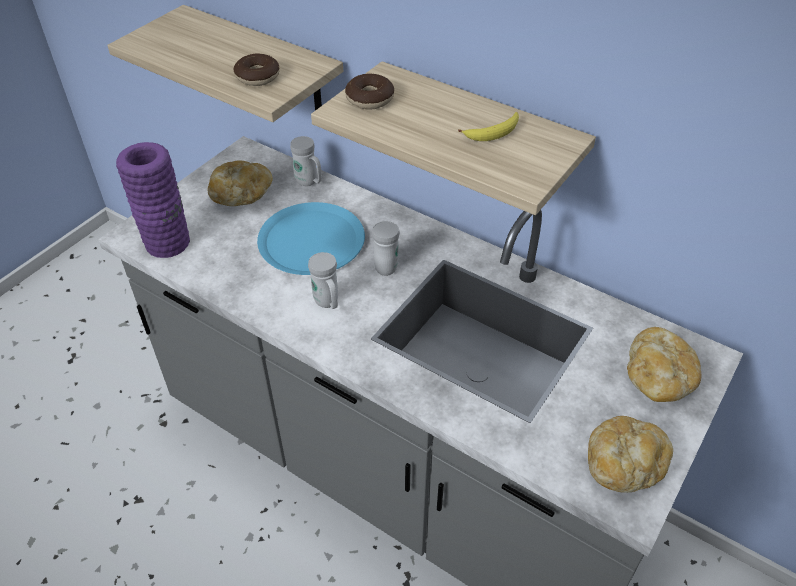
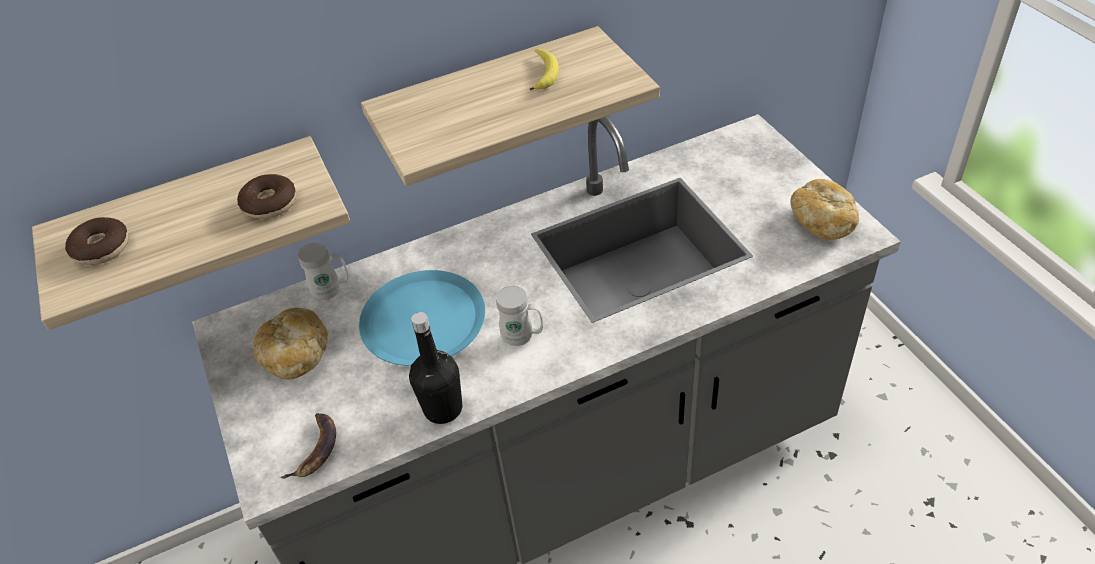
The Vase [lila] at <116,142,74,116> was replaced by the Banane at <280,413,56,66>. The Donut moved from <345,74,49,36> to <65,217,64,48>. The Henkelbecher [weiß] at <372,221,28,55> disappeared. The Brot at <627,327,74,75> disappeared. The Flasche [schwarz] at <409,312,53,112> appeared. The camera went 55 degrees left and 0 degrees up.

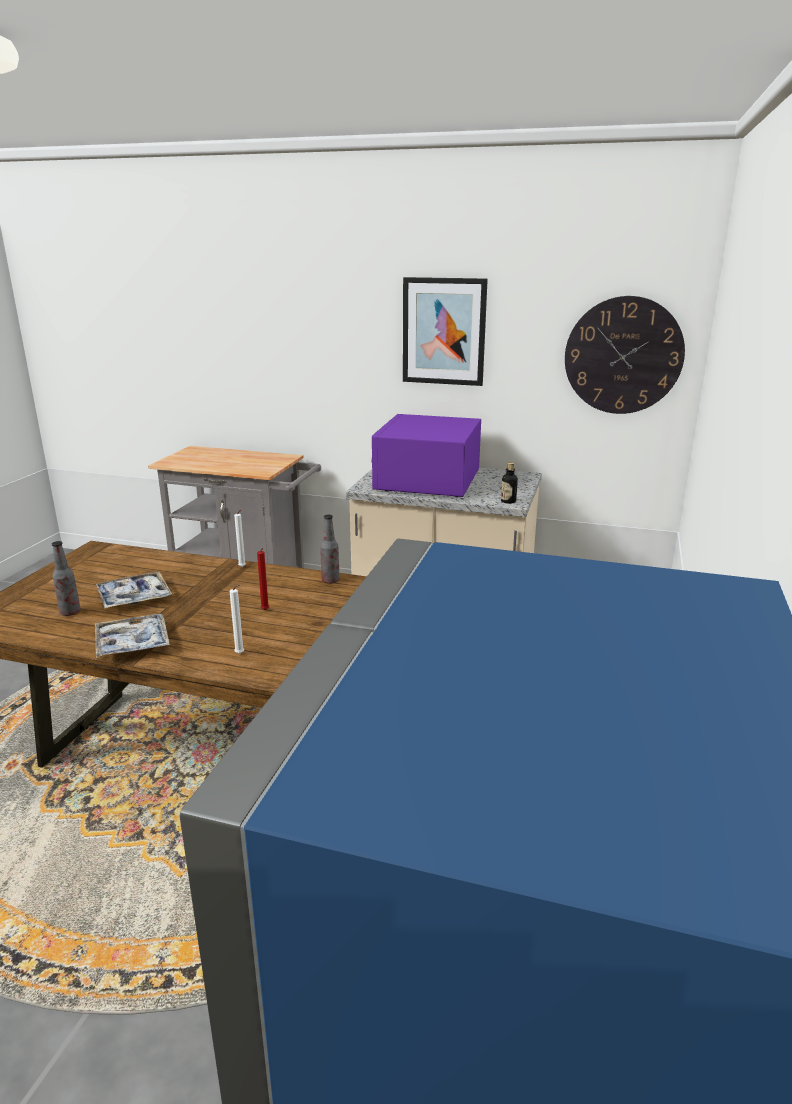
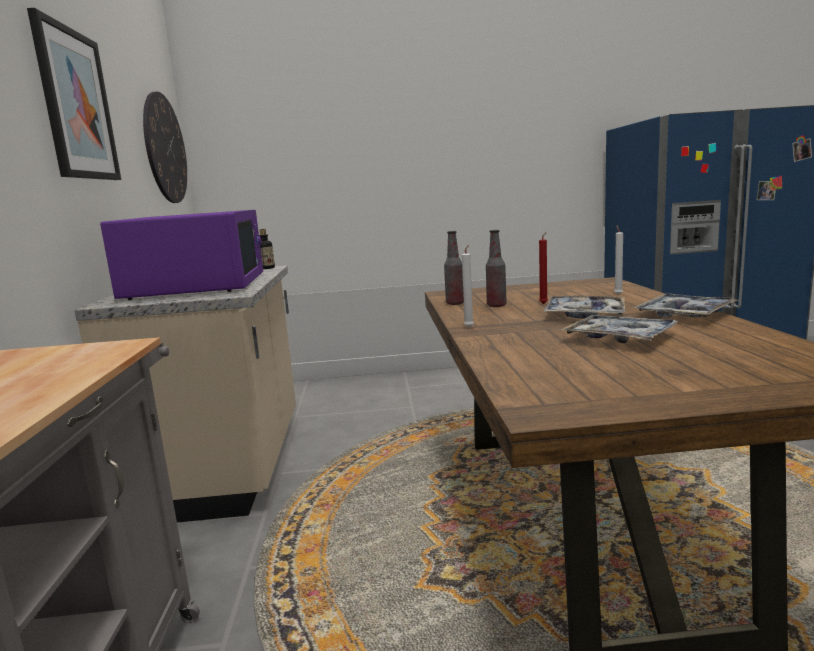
The Flasche moved from <52,541,29,75> to <486,230,21,77>. The Mikrowelle [lila] at <371,414,110,83> turned 90 degrees counterclockwise. The Tablett at <544,295,81,23> appeared. The camera went 110 degrees left and 10 degrees down.

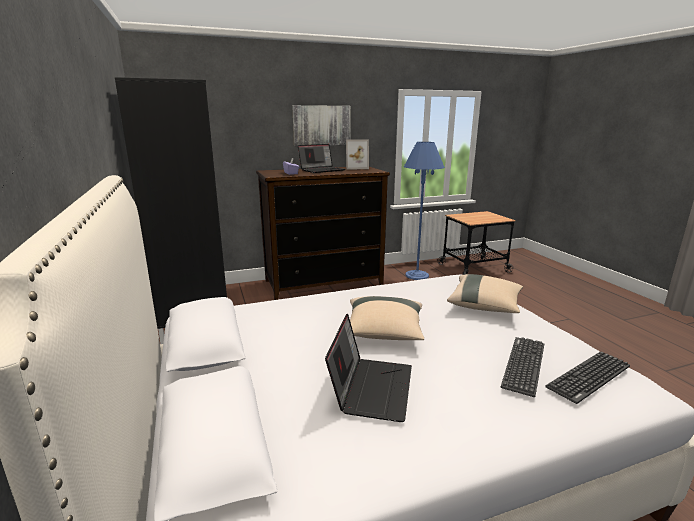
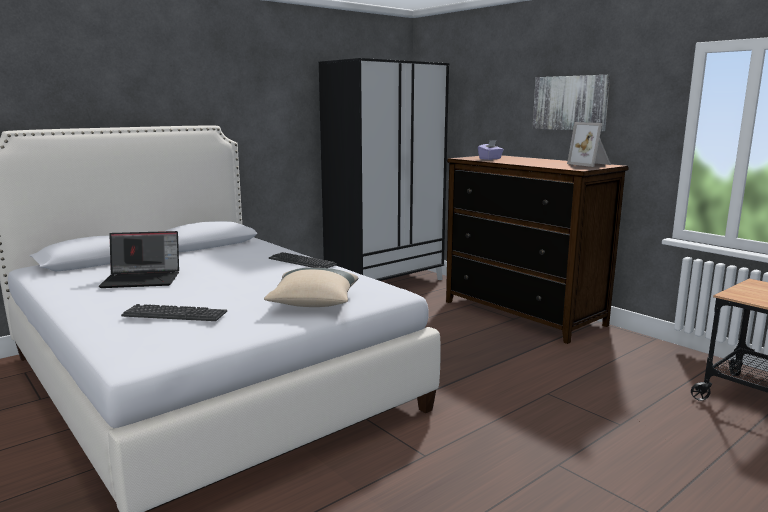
The Laptop at <298,144,47,29> disappeared. The Kissen [beige] at <350,296,74,44> disappeared. The Stehlampe [blau] at <404,142,41,138> disappeared. The Tastatur moved from <545,351,85,53> to <269,252,68,16>. The camera went 70 degrees right and 5 degrees down.

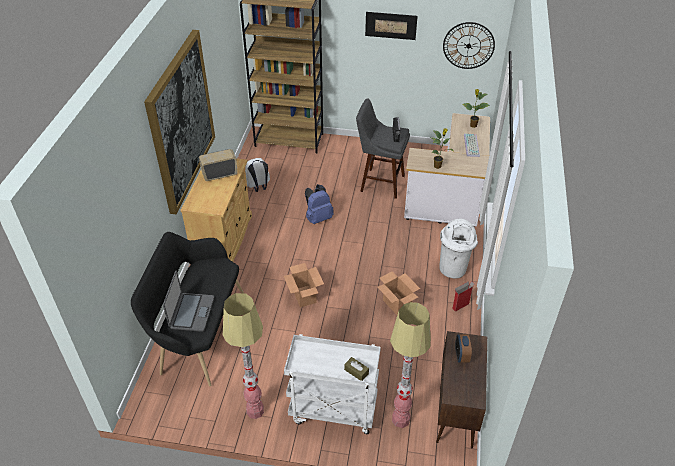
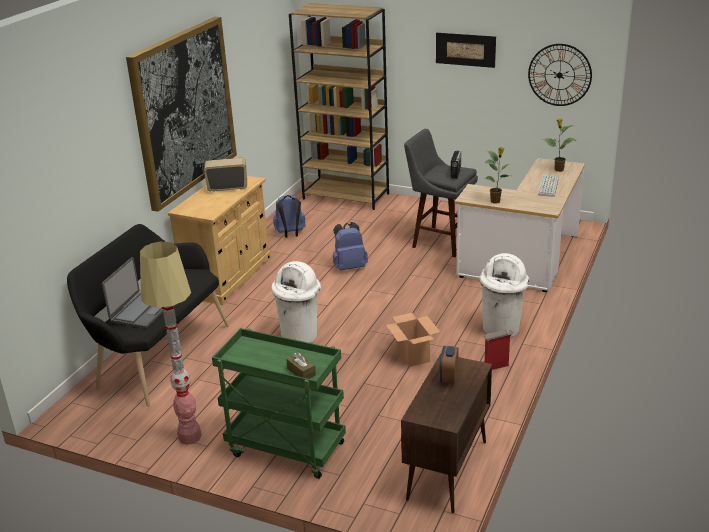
The Rucksack [weiß] at <245,158,25,34> became the Rucksack [blau] at <273,195,33,43>. The Karton at <284,263,40,44> was replaced by the Mülleimer [weiß] at <271,261,50,82>. The Rollwagen [weiß] at <284,334,97,100> became the Rollwagen [grün] at <212,328,134,151>. The Stehlampe at <390,302,41,126> disappeared. The camera went 15 degrees right and 15 degrees down.

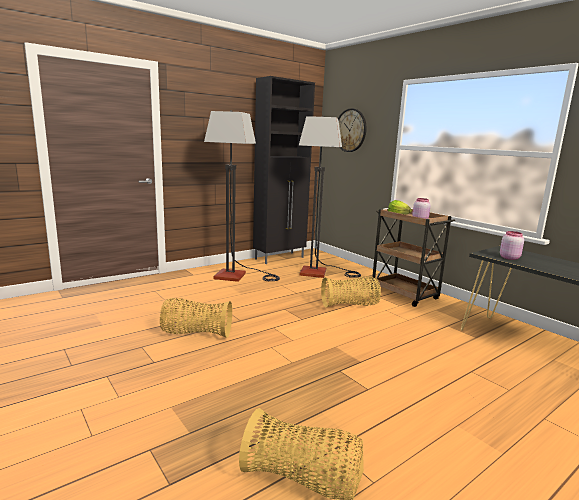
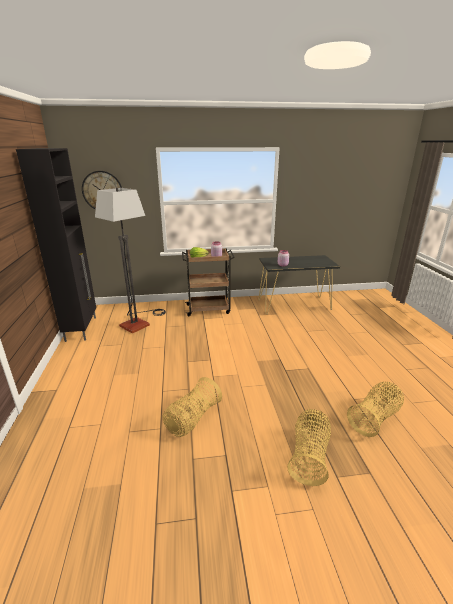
The Stehlampe at <204,110,76,172> disappeared. The Korb moved from <321,276,60,32> to <287,409,44,77>. The camera went 60 degrees left and 10 degrees up.

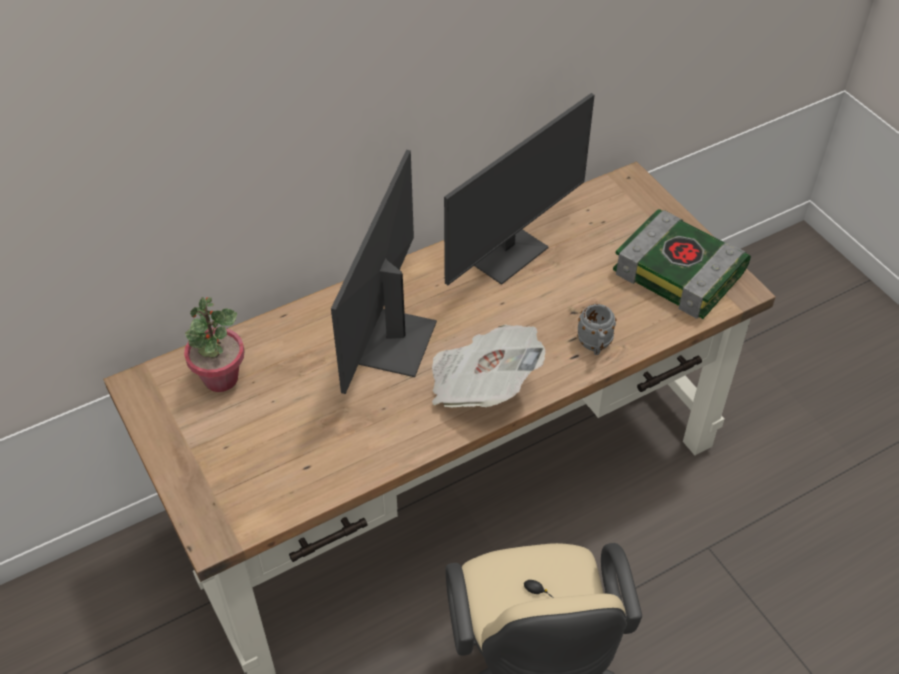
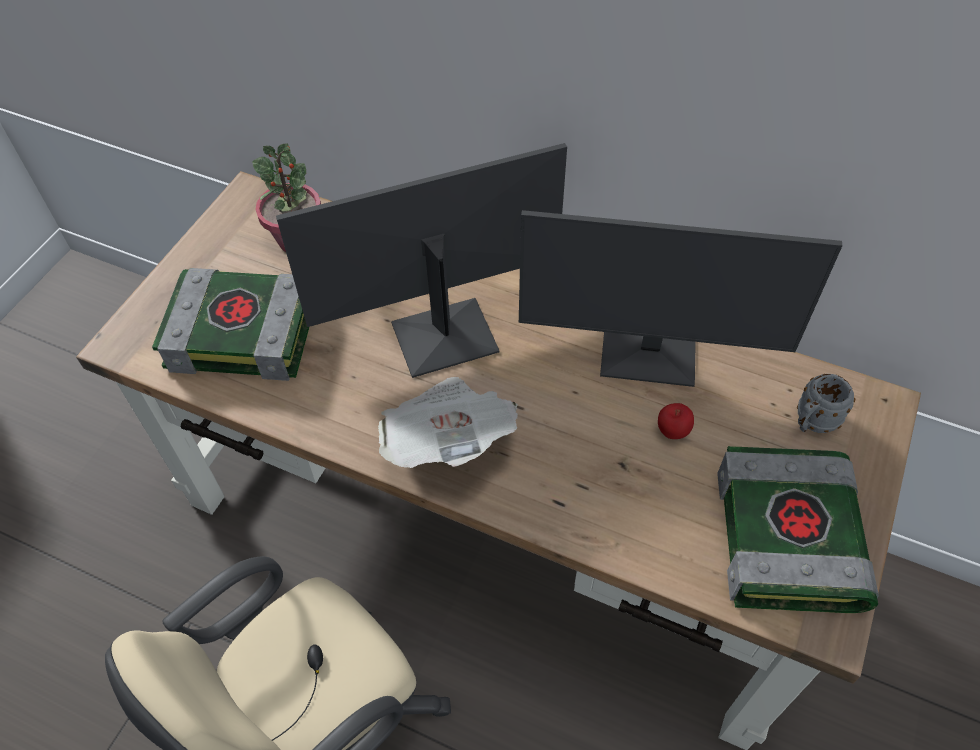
The Henkelbecher [grau] moved from <577,304,40,51> to <797,374,58,59>. The Buch at <152,268,157,113> appeared. The Apfel at <658,403,36,36> appeared. The camera went 55 degrees right and 5 degrees up.

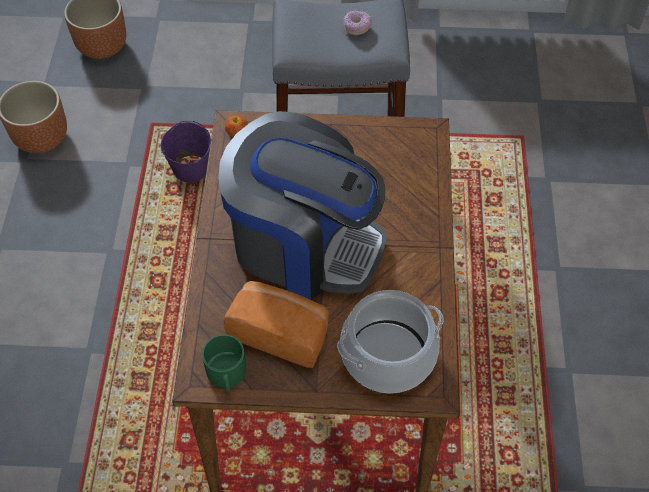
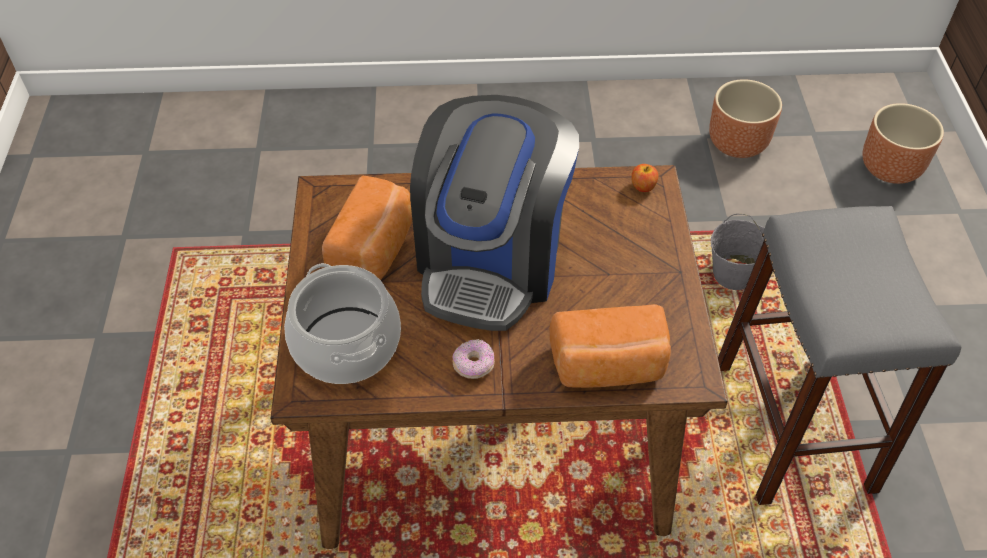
The Eimer [lila] at <161,121,50,62> became the Eimer [grau] at <711,214,53,76>. The Henkelbecher [grün] at <202,334,44,58> disappeared. The Donut moved from <343,10,29,25> to <452,339,43,40>. The Brot at <549,304,122,84> appeared. The camera went 85 degrees right and 5 degrees down.

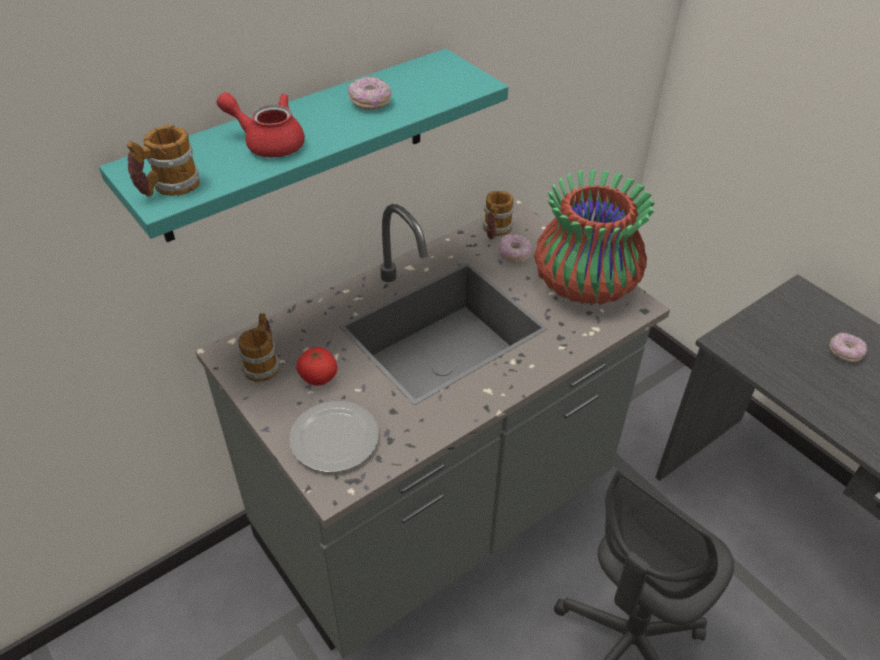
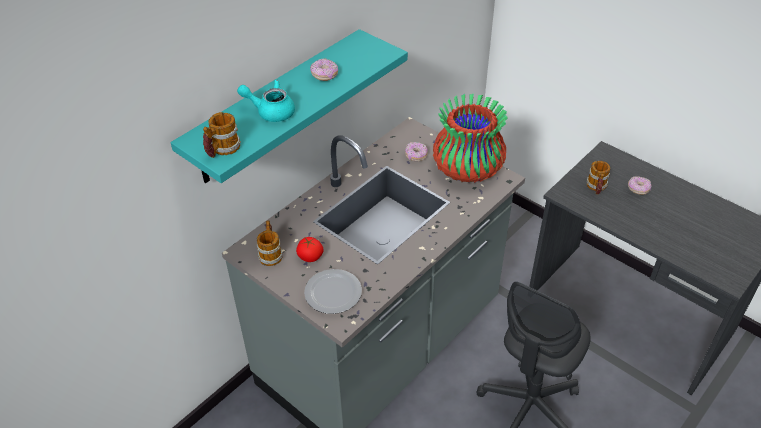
The Teekanne [rot] at <216,92,89,65> became the Teekanne [türkis] at <237,80,58,42>. The Henkelbecher moved from <482,191,32,49> to <586,161,24,34>. The camera went 10 degrees left and 0 degrees up.

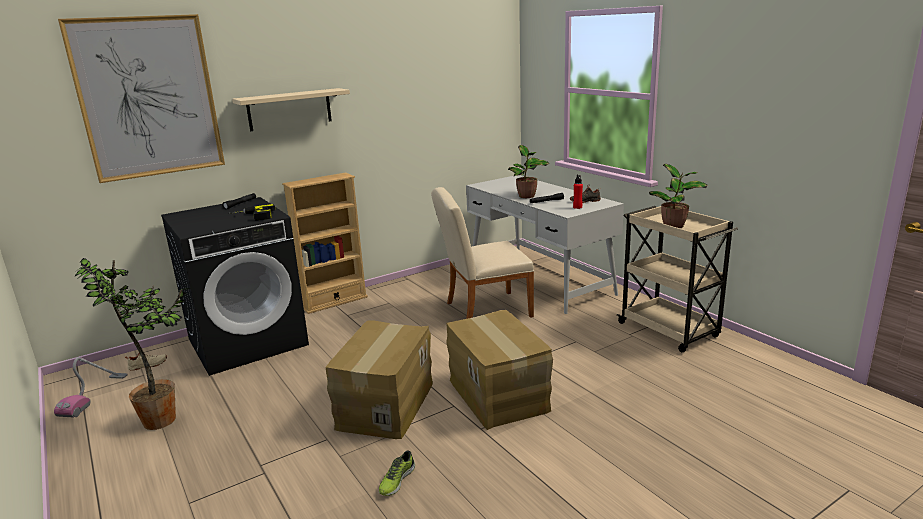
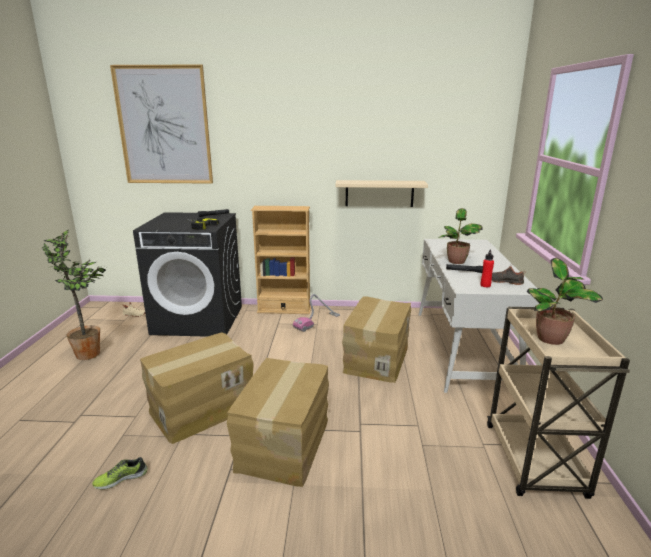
The Staubsauger moved from <54,357,74,61> to <293,294,47,38>. The Wandregal [beige] moved from <232,88,118,43> to <335,180,93,27>. The Stuhl [beige] at <431,187,103,132> was replaced by the Karton at <342,297,69,86>. The camera went 35 degrees right and 0 degrees up.

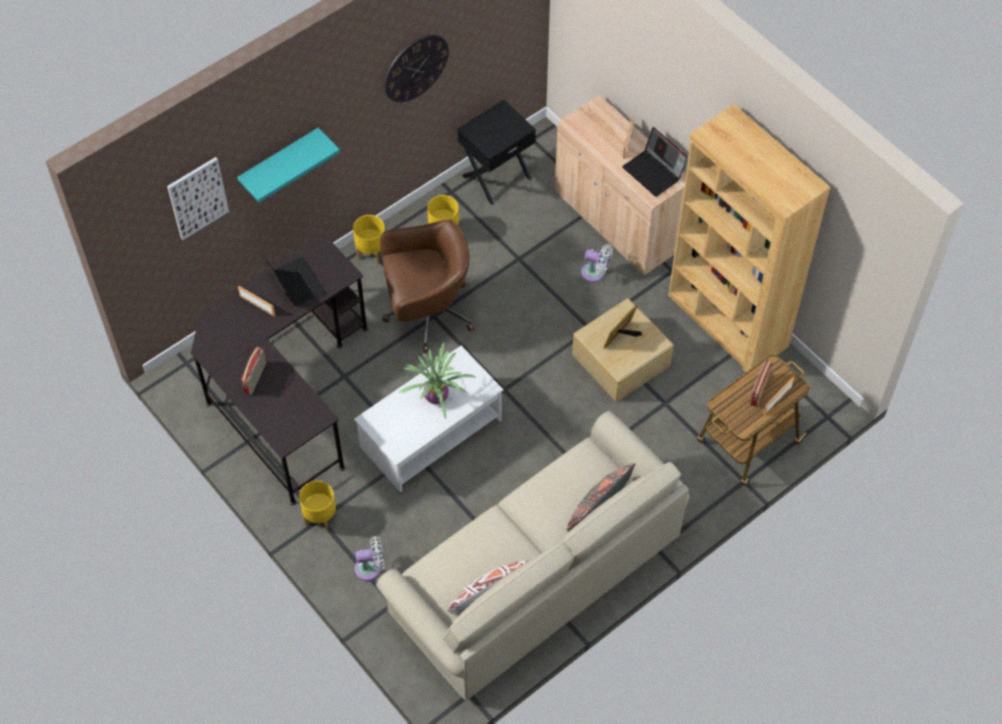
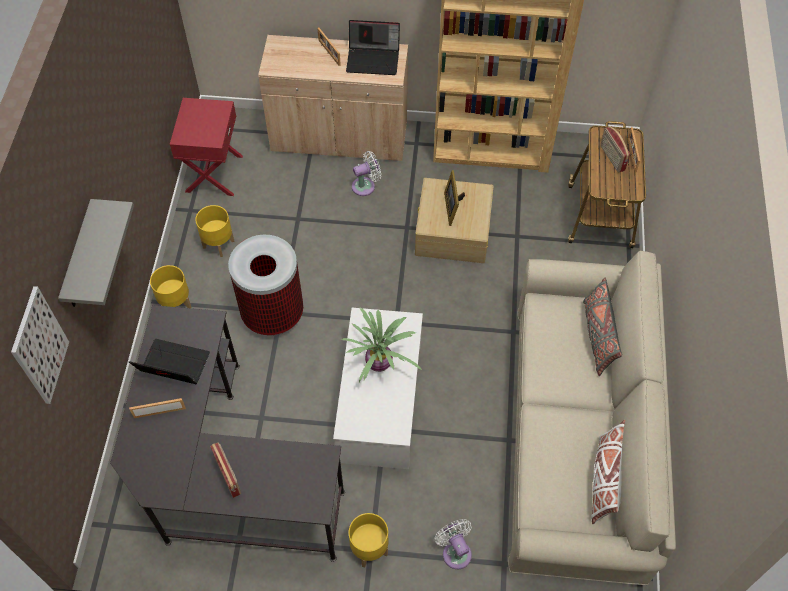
The Wandregal [türkis] at <237,128,103,75> became the Wandregal [grau] at <58,199,76,108>. The Ventilator [weiß] at <355,536,30,45> turned 60 degrees counterclockwise. The Bürostuhl [braun] at <380,219,94,134> was replaced by the Mülleimer at <228,235,75,101>. The Wanduhr at <384,35,65,67> disappeared. The Nachttisch [schwarz] at <458,100,78,105> became the Nachttisch [rot] at <170,98,73,98>. The camera went 45 degrees left and 0 degrees up.

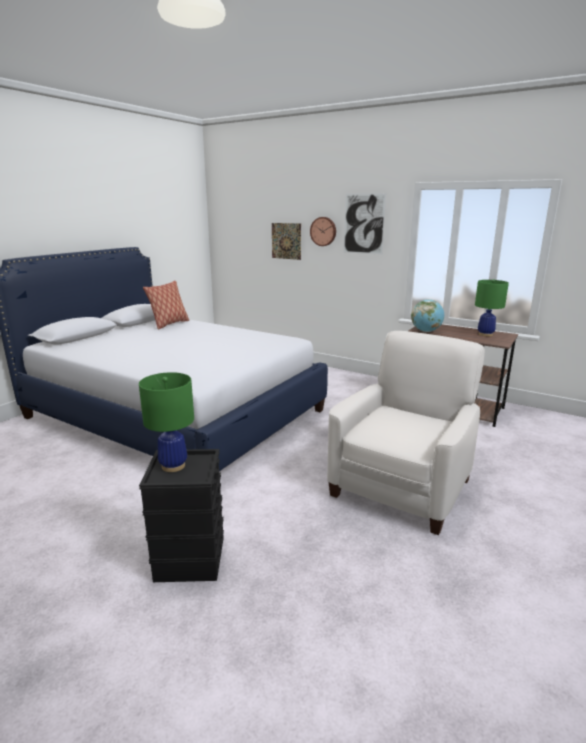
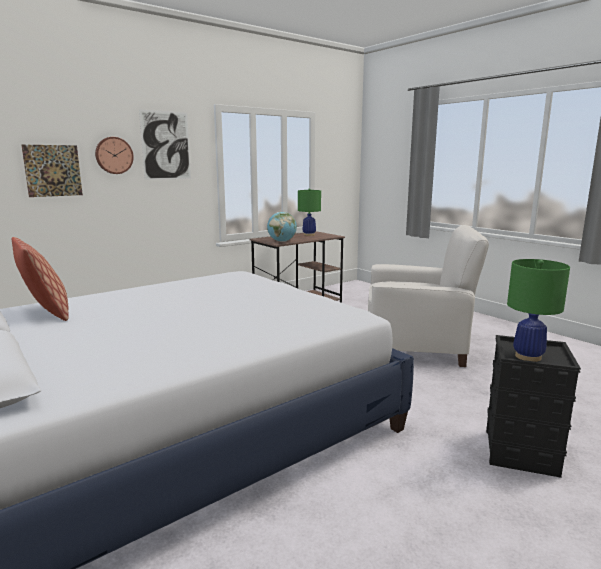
The Sessel [weiß] at <327,331,158,204> turned 135 degrees clockwise. The camera went 70 degrees left and 5 degrees down.

